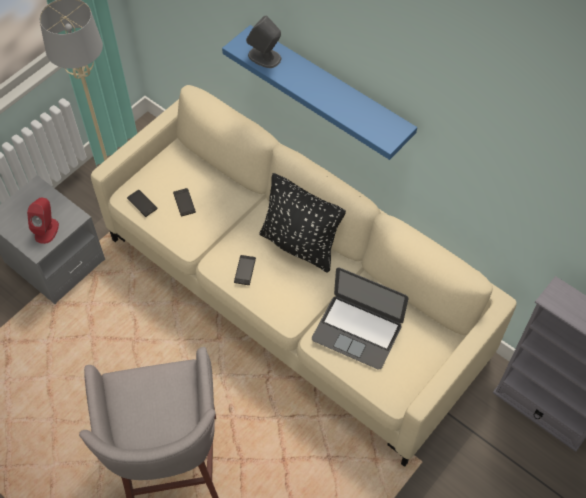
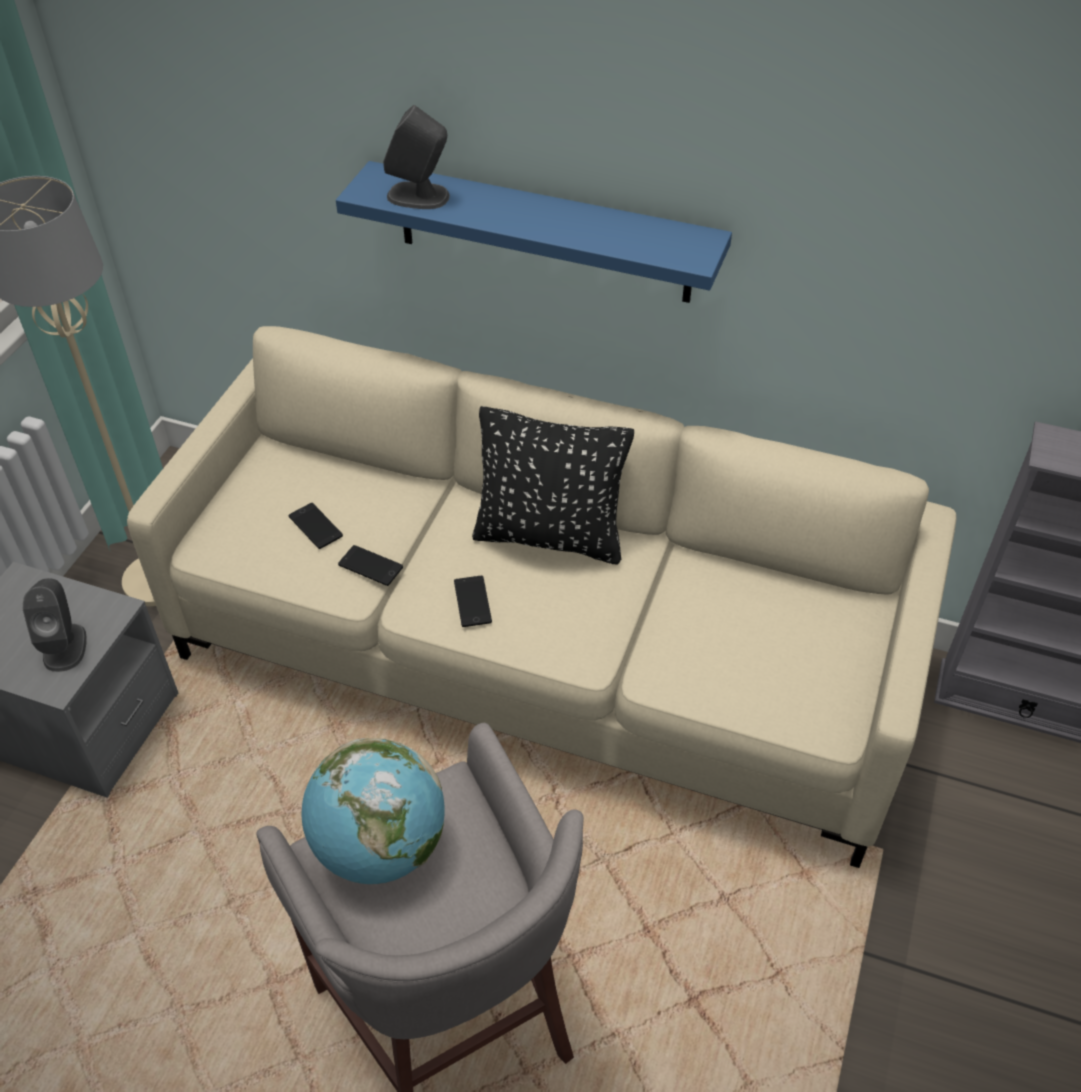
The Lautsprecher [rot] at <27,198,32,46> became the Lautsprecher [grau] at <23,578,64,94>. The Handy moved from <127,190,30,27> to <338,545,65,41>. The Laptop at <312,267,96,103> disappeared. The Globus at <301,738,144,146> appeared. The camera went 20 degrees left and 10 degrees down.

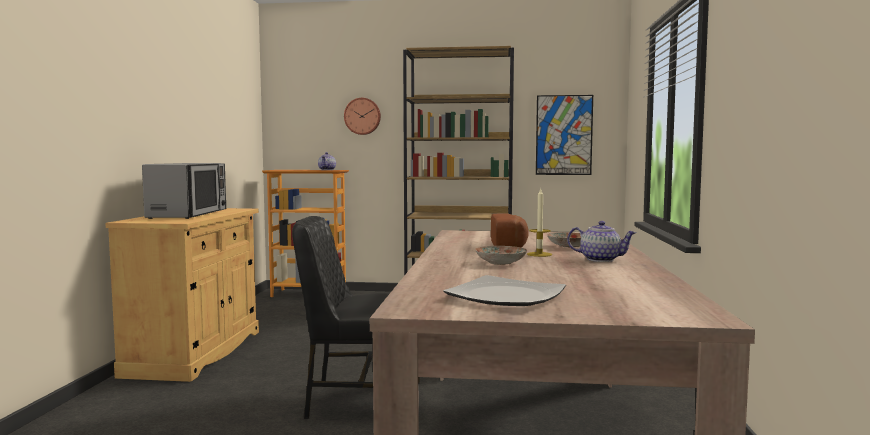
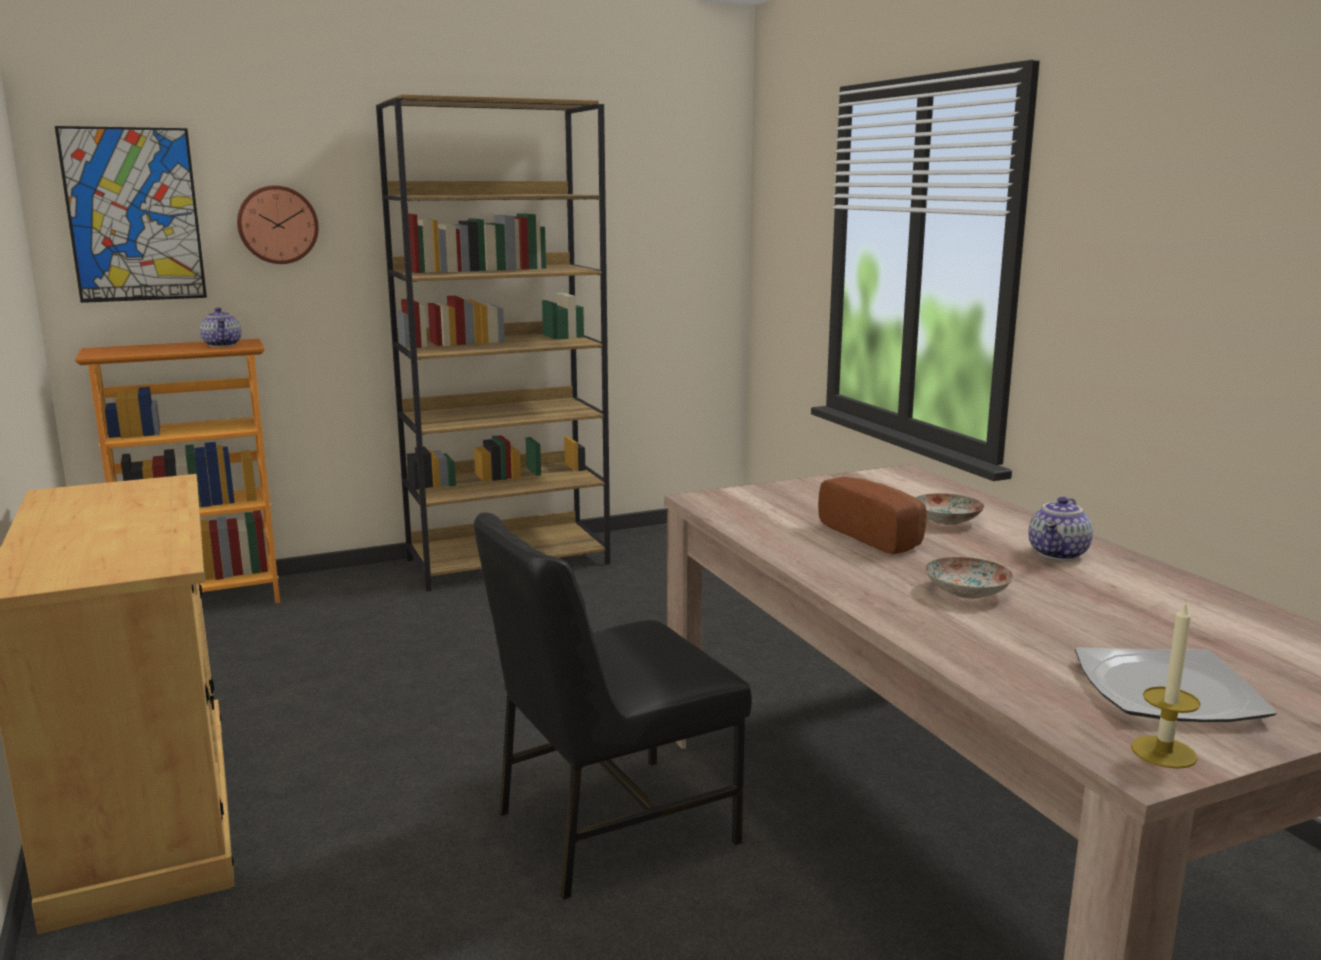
The Mikrowelle at <142,163,84,56> disappeared. The Kerze moved from <527,189,25,68> to <1131,600,70,169>. The Bild moved from <536,95,57,80> to <55,126,152,177>. The Teekanne at <567,221,69,41> turned 135 degrees clockwise. The camera went 30 degrees left and 10 degrees up.

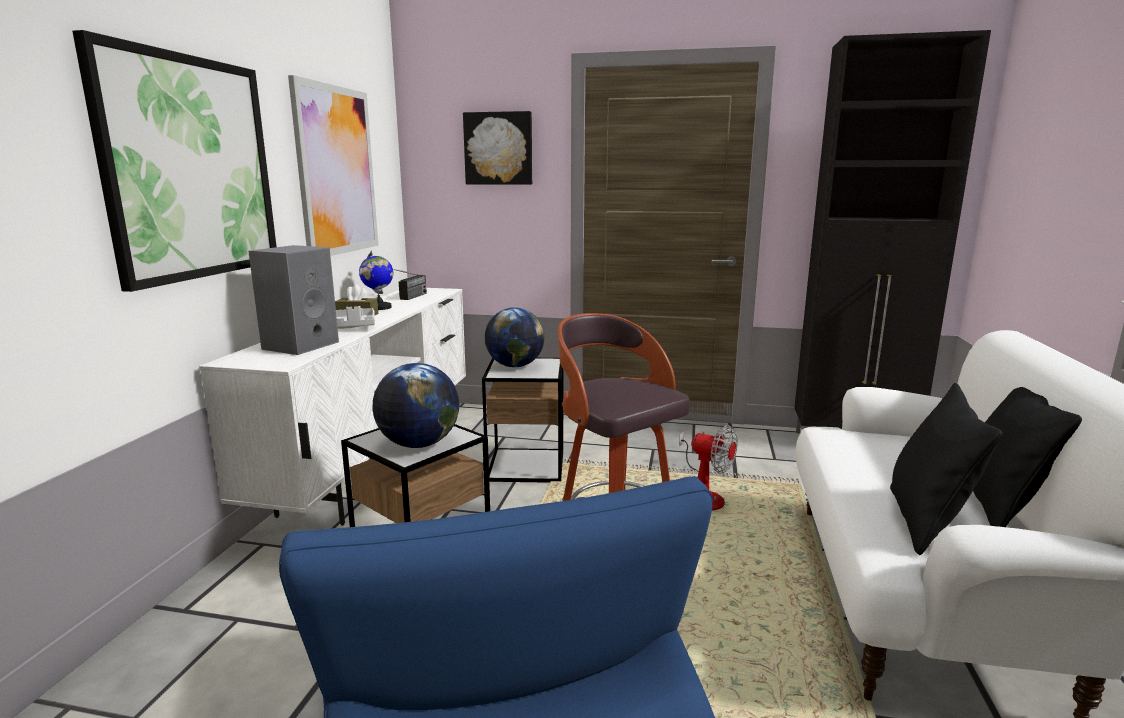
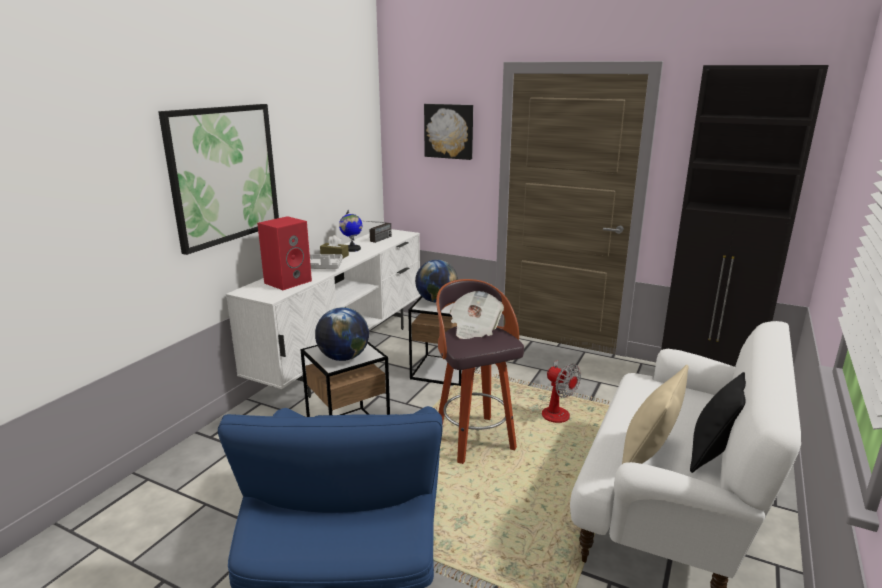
The Lautsprecher [grau] at <248,245,91,110> became the Lautsprecher [rot] at <257,216,55,74>. The Bild at <288,75,91,181> disappeared. The Kissen [schwarz] at <890,383,112,172> became the Kissen [beige] at <622,365,67,99>. The Zeitung at <450,291,54,48> appeared. The camera went 15 degrees right and 5 degrees up.

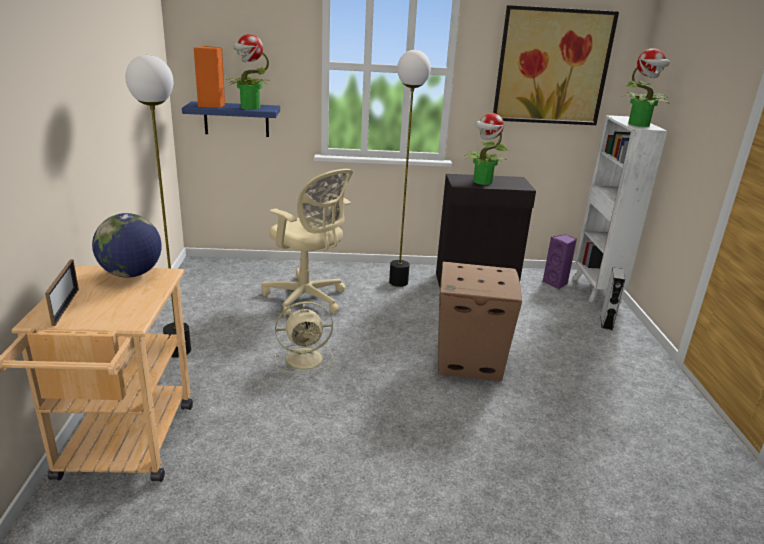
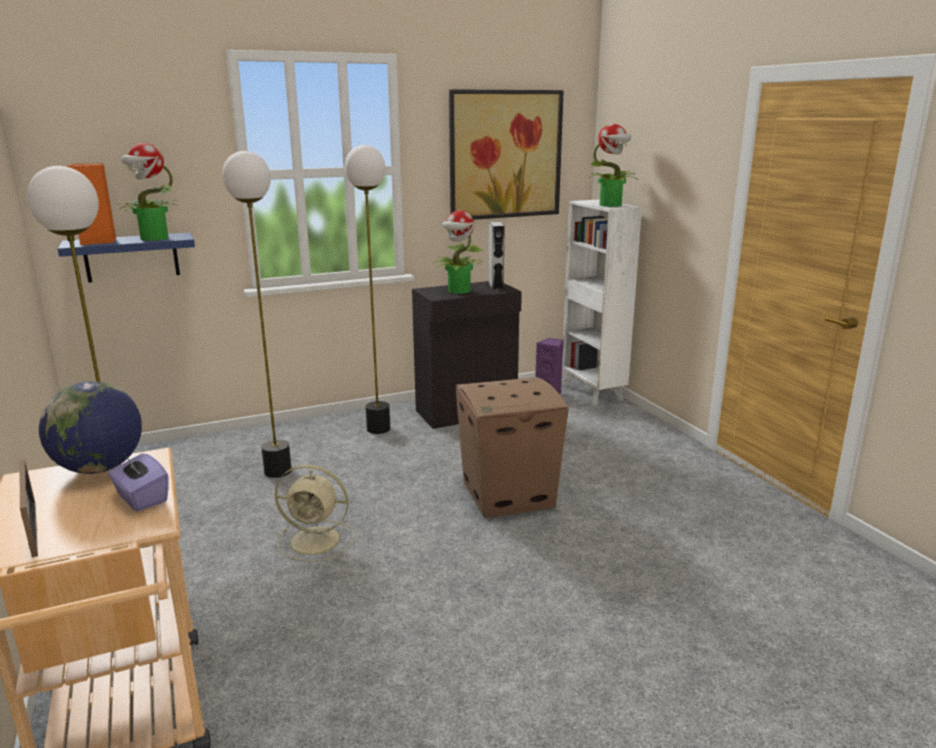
The Bürostuhl [beige] at <261,169,92,148> was replaced by the Stehlampe at <222,151,70,327>. The Ventilator [beige] at <274,301,59,73> turned 45 degrees clockwise. The Lautsprecher [grau] moved from <600,267,25,63> to <489,222,16,68>. The Taschentuchbox [lila] at <108,454,60,57> appeared. The camera went 20 degrees left and 5 degrees down.

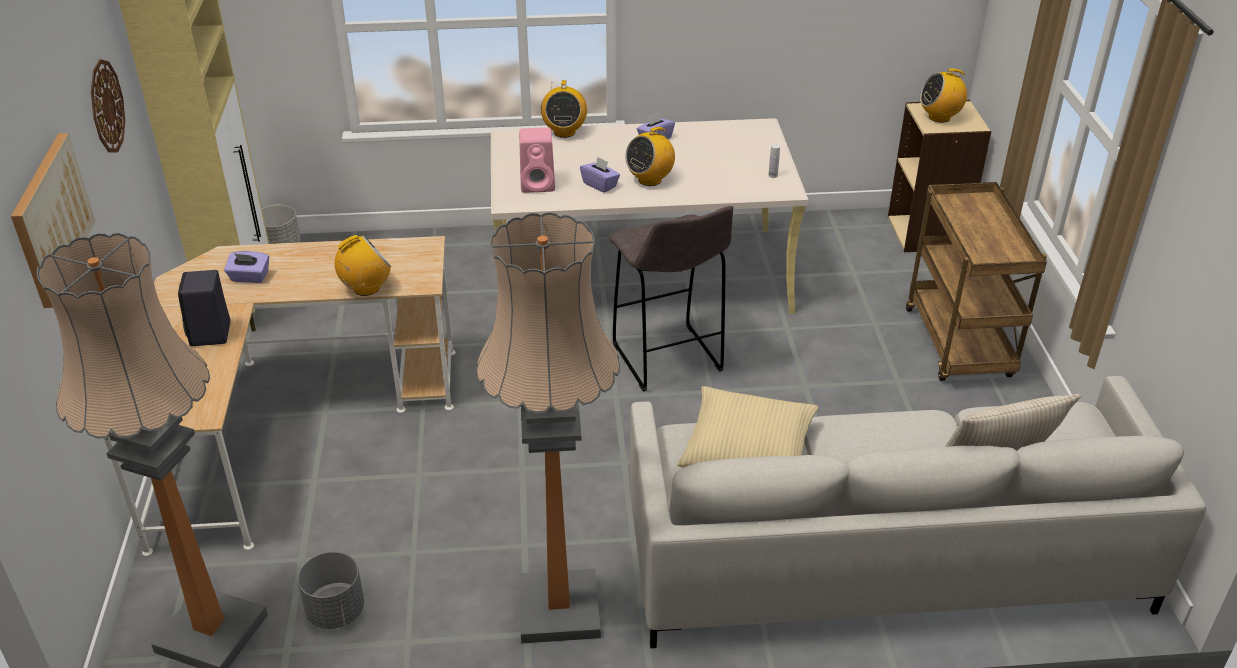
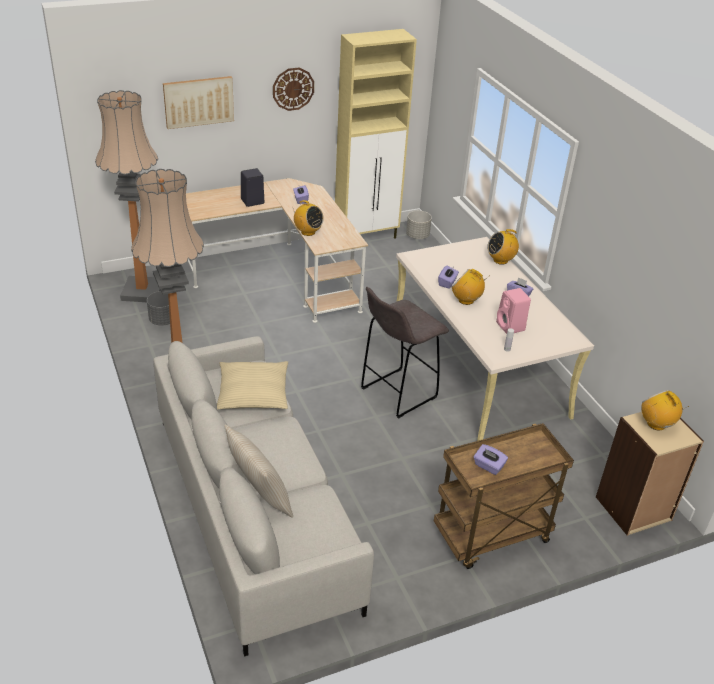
The Lautsprecher [rosa] moved from <519,127,36,66> to <496,288,35,46>. The Taschentuchbox [lila] at <474,444,34,31> appeared. The camera went 70 degrees right and 0 degrees up.

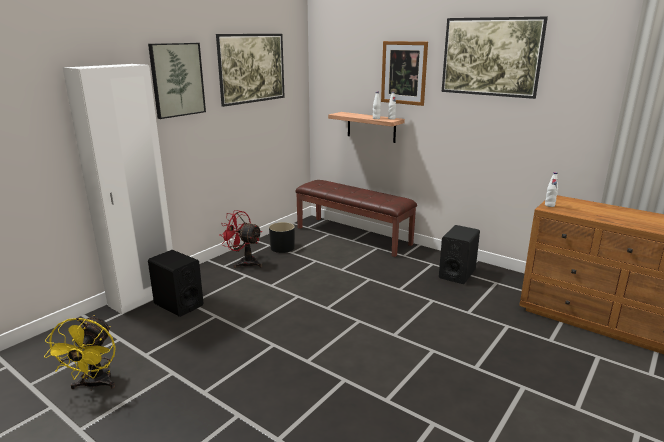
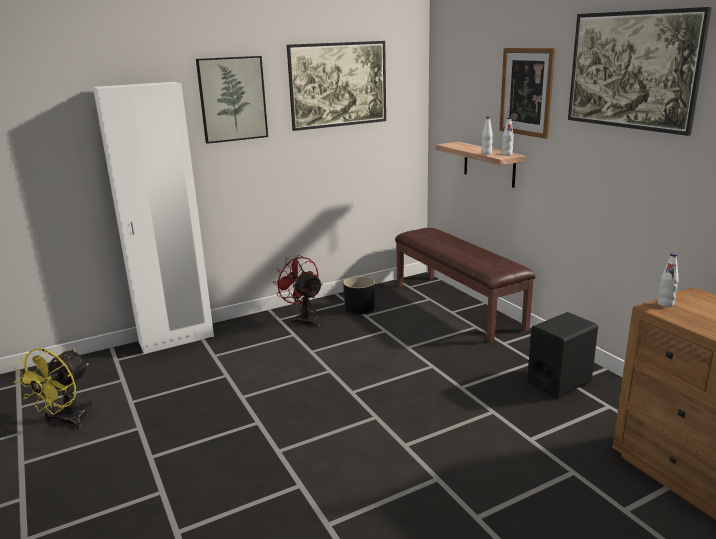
The Lautsprecher [schwarz] at <148,250,55,67> disappeared. The camera went 25 degrees right and 0 degrees up.

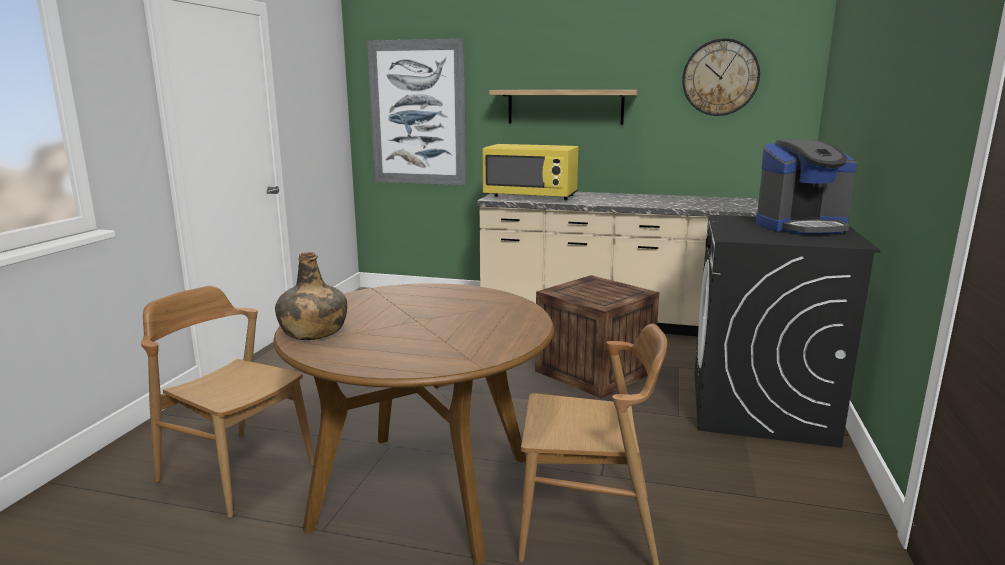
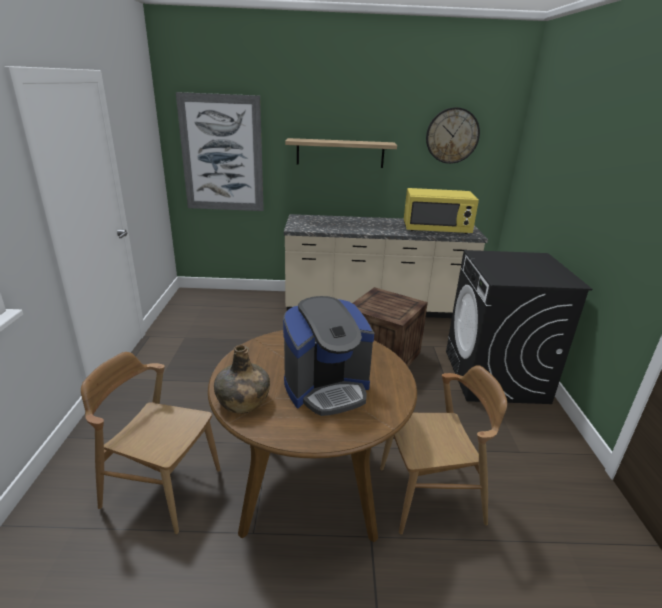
The Mikrowelle [gelb] moved from <482,144,96,56> to <404,188,75,46>. The Kaffeemaschine moved from <756,139,101,96> to <283,296,91,120>. The camera went 15 degrees left and 10 degrees up.

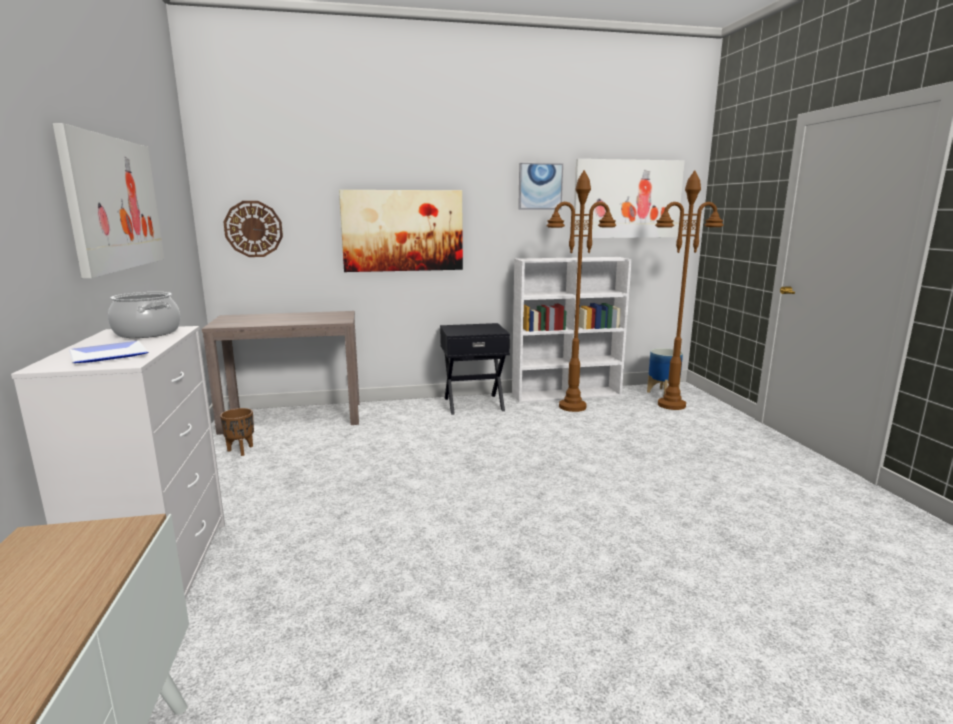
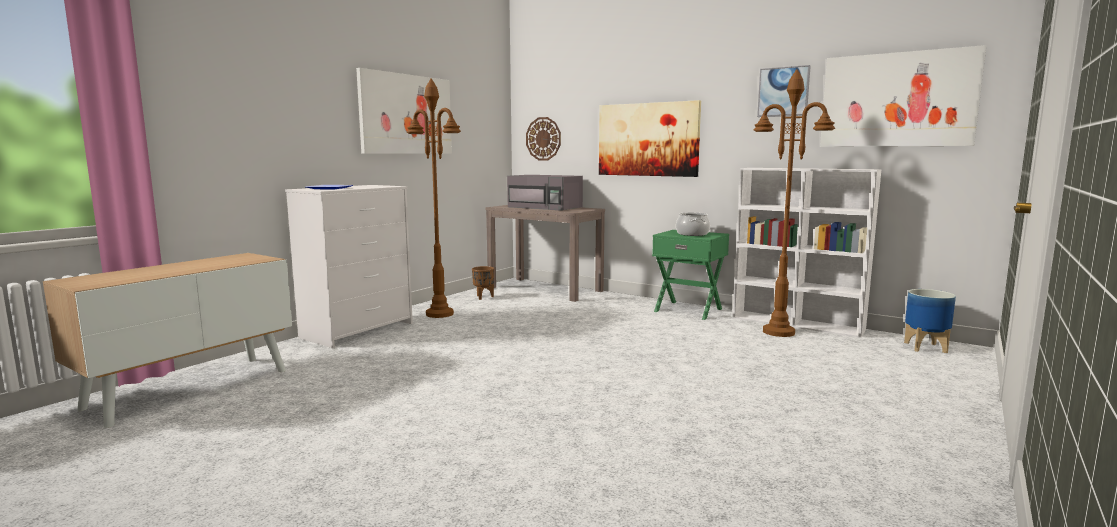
The Kochtopf moved from <108,292,72,46> to <676,213,34,23>. The Nachttisch [schwarz] at <440,323,70,92> became the Nachttisch [grün] at <652,230,77,90>. The Stehlampe [braun] moved from <655,171,69,239> to <407,79,54,239>. The Mikrowelle [grau] at <507,175,76,36> appeared. The camera went 45 degrees right and 5 degrees down.

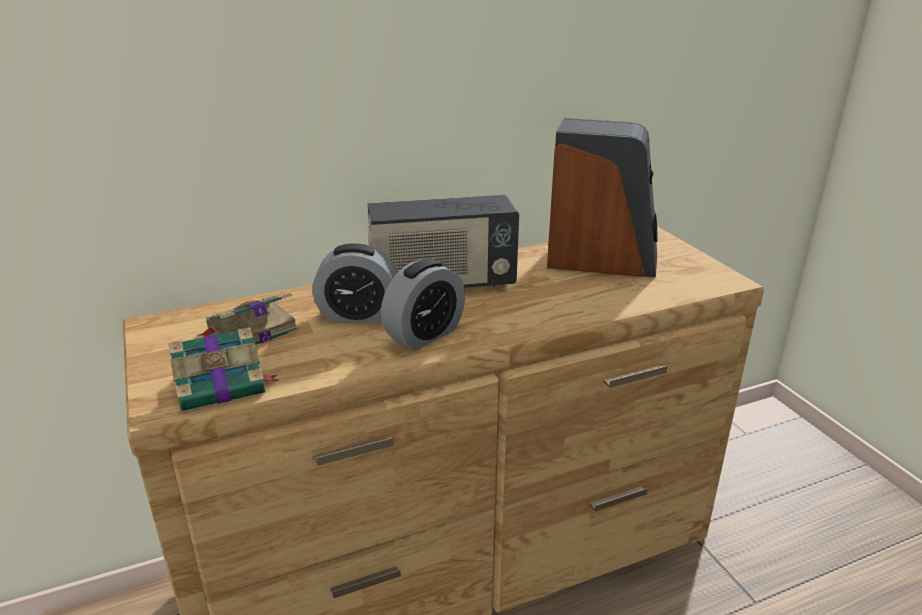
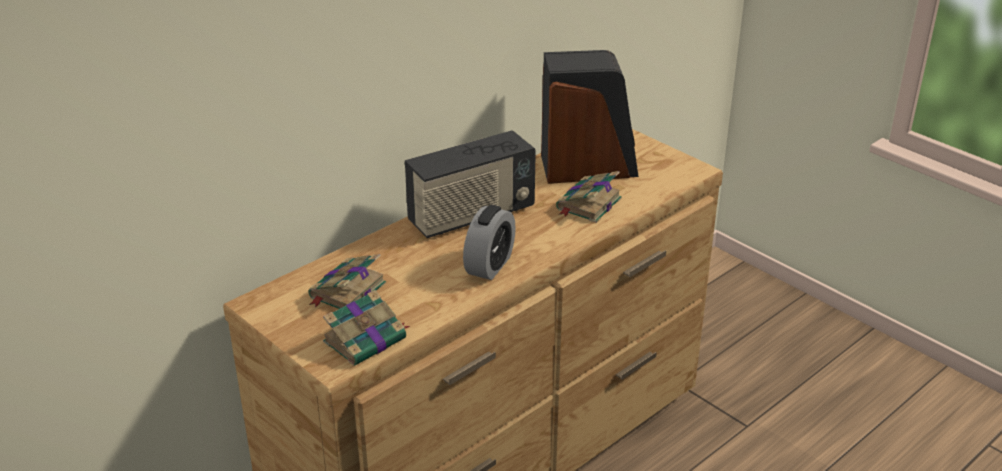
The Wecker at <312,243,86,80> disappeared. The Buch at <556,171,66,52> appeared. The camera went 20 degrees left and 5 degrees up.

